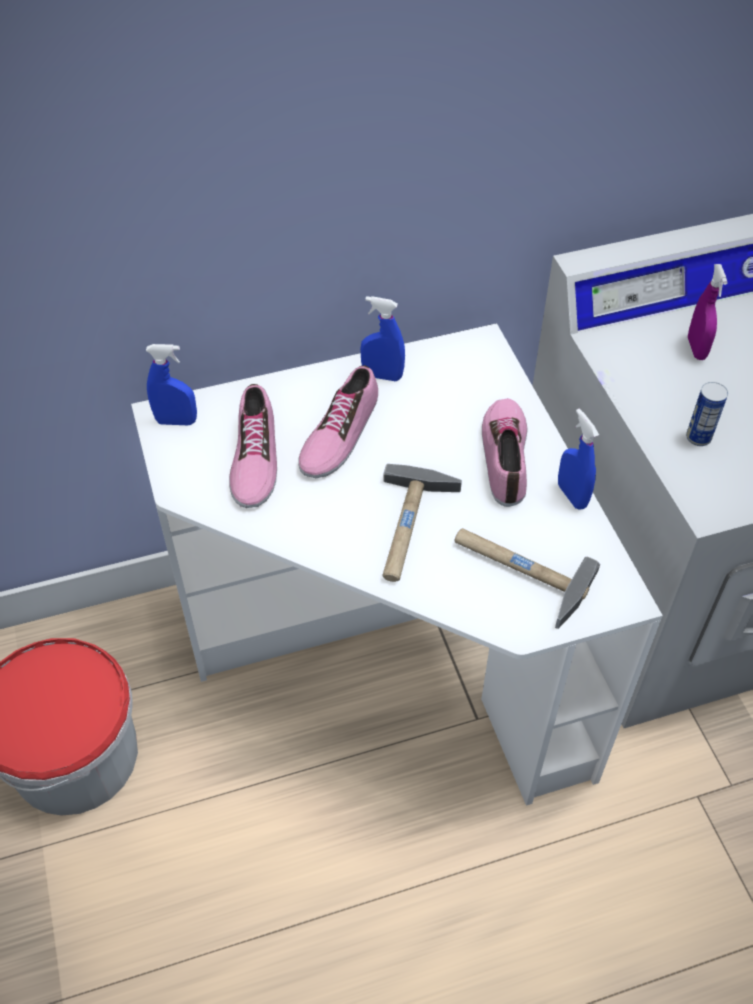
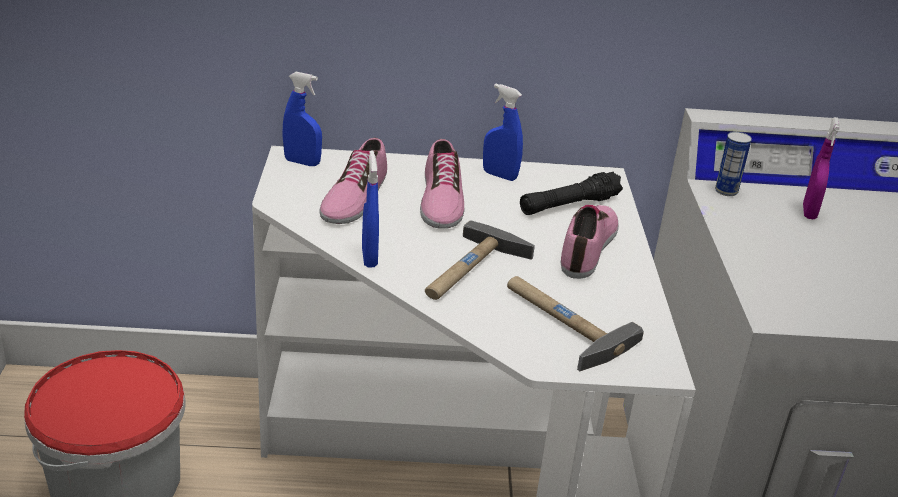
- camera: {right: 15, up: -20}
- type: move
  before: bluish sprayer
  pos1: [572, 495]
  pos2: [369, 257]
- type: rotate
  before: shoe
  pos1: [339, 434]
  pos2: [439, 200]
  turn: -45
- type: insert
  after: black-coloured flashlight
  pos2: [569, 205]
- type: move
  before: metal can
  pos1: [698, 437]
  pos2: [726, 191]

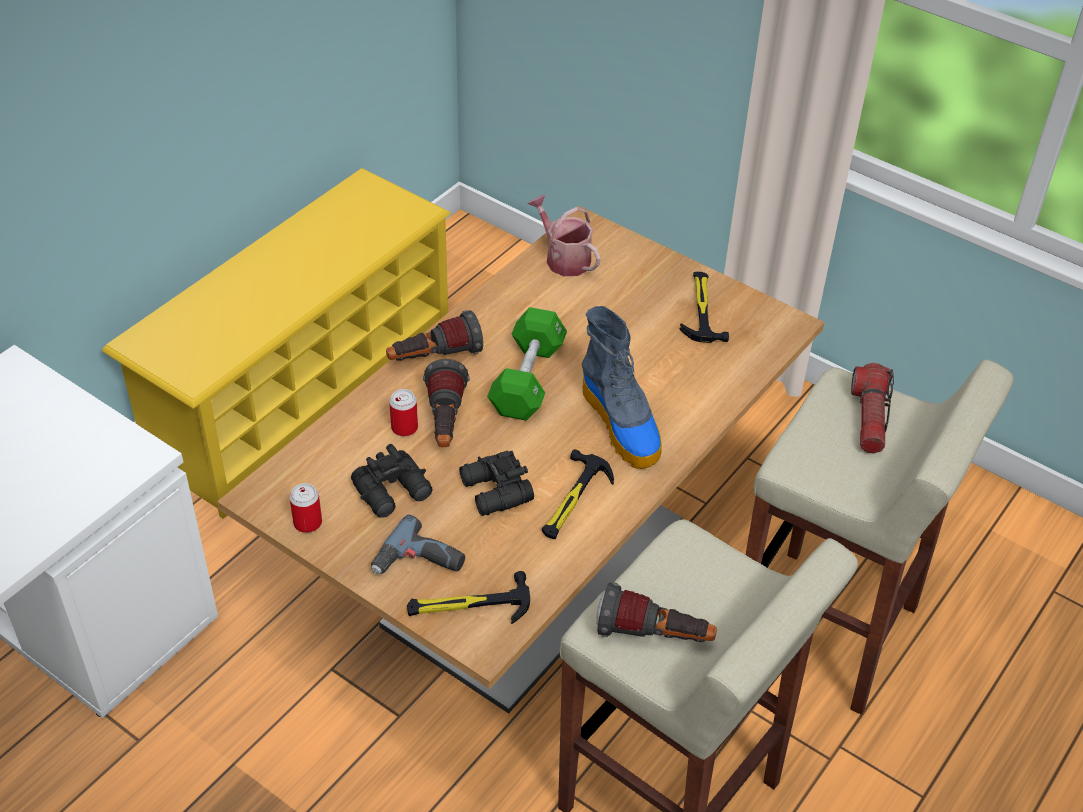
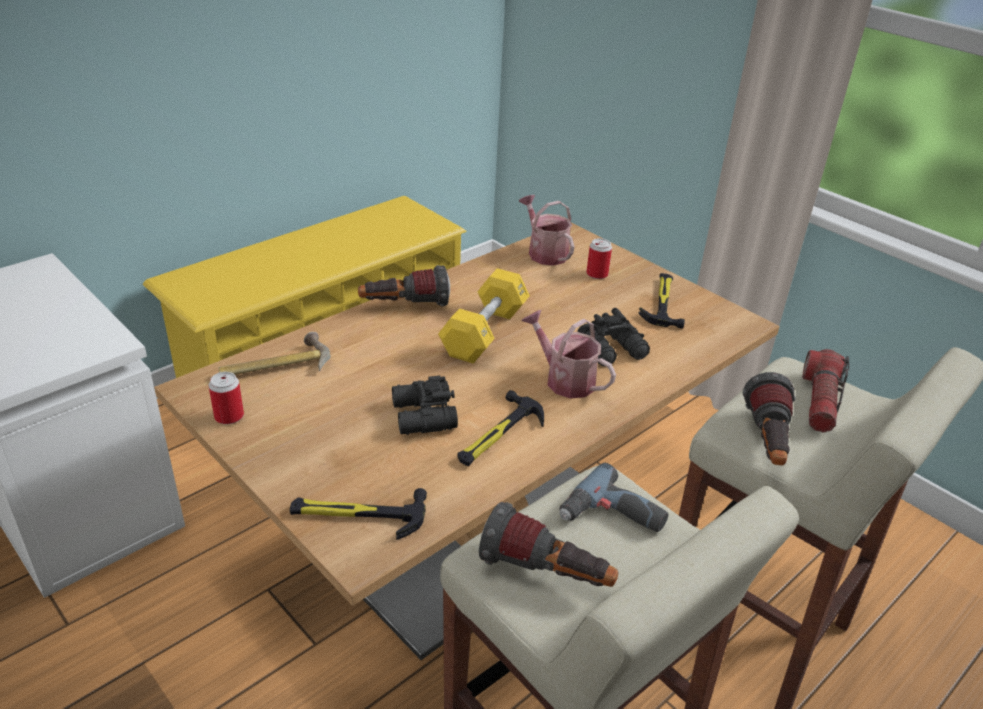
- camera: {right: 10, up: -10}
- type: insert
  after: hand hammer
  pos2: [275, 365]
- type: recolor
  before: green-coloured free weight
  after: yellow-coloured free weight
  pos1: [527, 379]
  pos2: [484, 332]
- type: replace
  before: boot
  after: watering pot
  pos1: [621, 425]
  pos2: [564, 379]
- type: move
  before: electric drill
  pos1: [419, 564]
  pos2: [612, 518]
- type: move
  before: black-coloured binoculars
  pos1: [394, 492]
  pos2: [613, 350]
- type: move
  before: metal can
  pos1: [404, 428]
  pos2: [597, 274]
- type: move
  before: flashlight
  pos1: [445, 423]
  pos2: [767, 443]

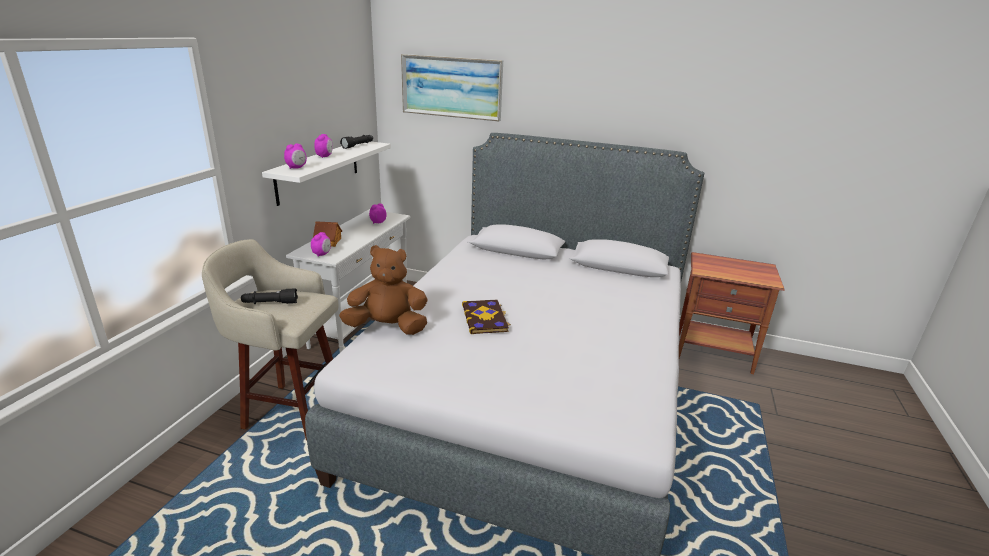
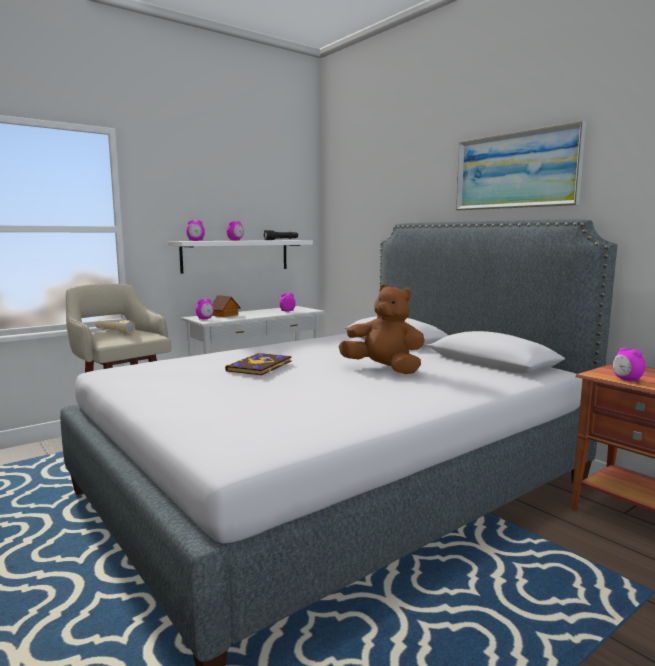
- camera: {right: 35, up: -15}
- type: recolor
  before: black-coloured flashlight
  after: sand-coloured flashlight
  pos1: [270, 303]
  pos2: [114, 332]
- type: move
  before: brown-coloured plush toy
  pos1: [388, 327]
  pos2: [384, 369]
- type: move
  before: wall picture
  pos1: [451, 87]
  pos2: [515, 170]
- type: insert
  after: alarm clock
  pos2: [626, 380]

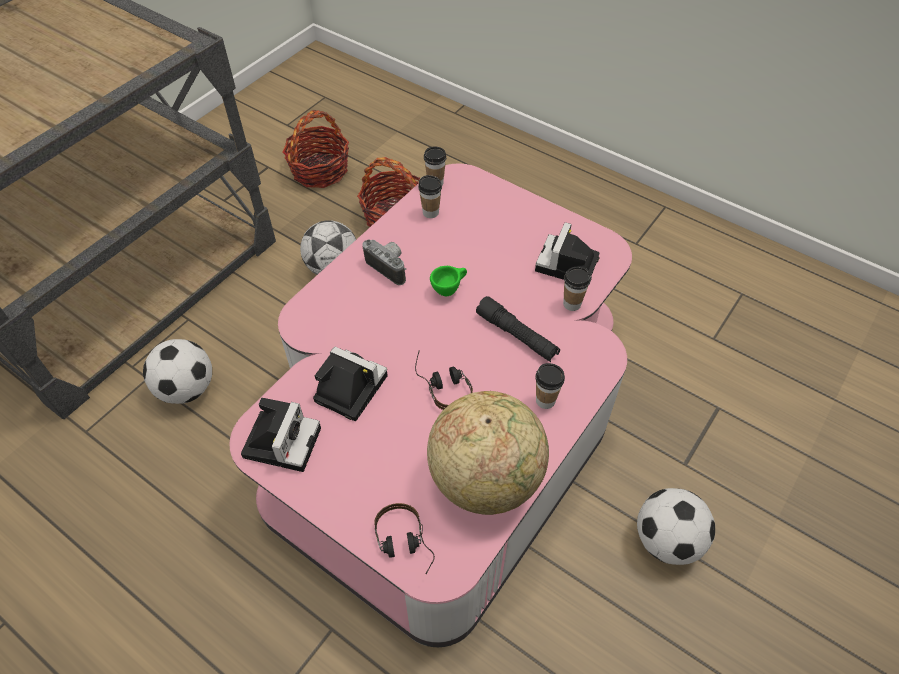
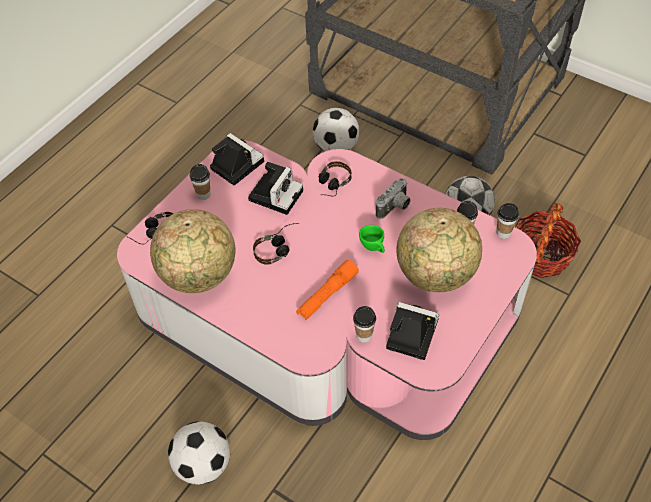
- camera: {right: 90, up: 0}
- type: move
  before: cup
  pos1: [545, 400]
  pos2: [203, 194]
- type: rotate
  before: still camera
  pos1: [282, 440]
  pos2: [235, 164]
  turn: -150
- type: recolor
  before: black-coloured flashlight
  after: orangey flashlight
  pos1: [517, 335]
  pos2: [327, 295]
- type: insert
  after: headset
  pos2: [331, 185]
- type: insert
  after: world globe
  pos2: [436, 274]
- type: delete
  before: storage basket
  pos1: [320, 170]

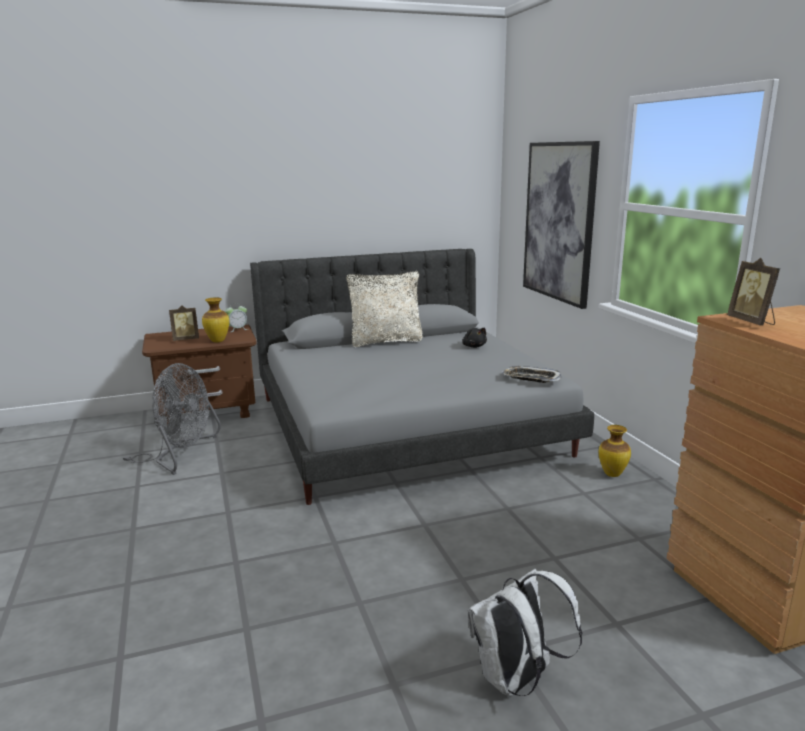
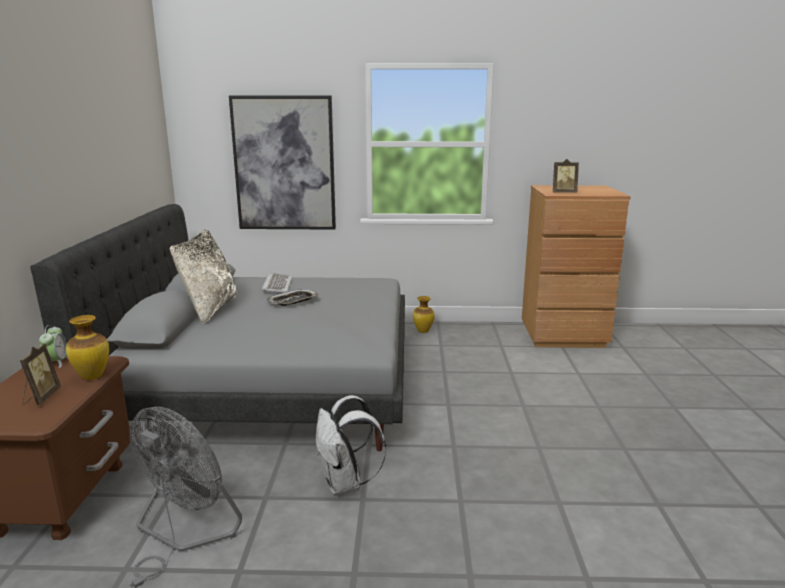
- camera: {right: -70, up: 0}
- type: replace
  before: black-coloured plush toy
  after: PC keyboard
  pos1: [473, 346]
  pos2: [277, 285]
- type: move
  before: tray
  pos1: [531, 378]
  pos2: [293, 301]
- type: move
  before: whitish rucksack
  pos1: [516, 680]
  pos2: [345, 484]

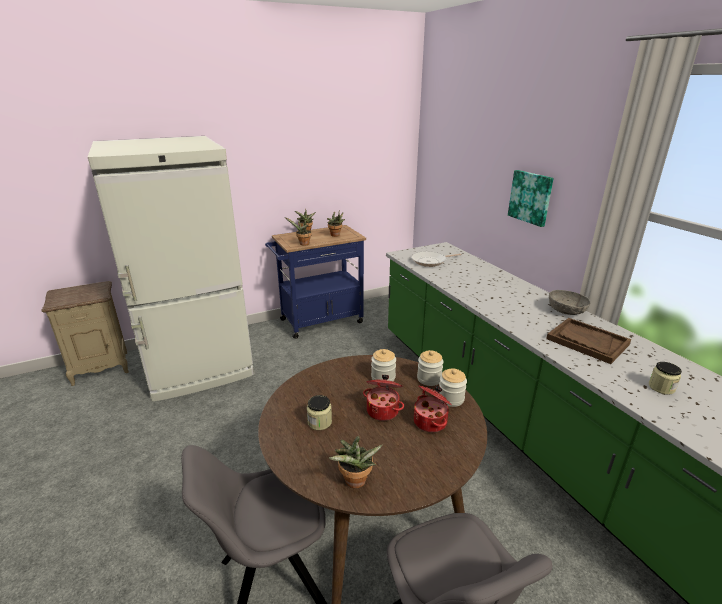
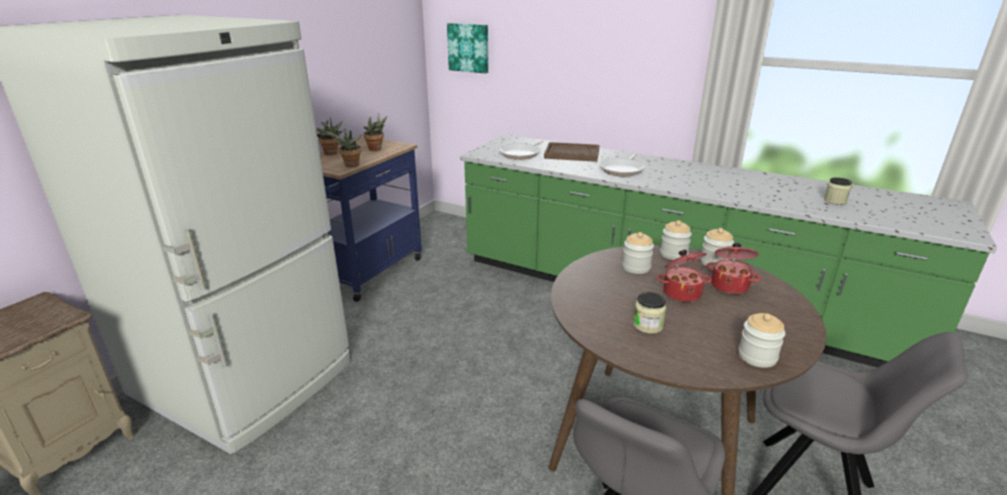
- camera: {right: -35, up: 0}
- type: move
  before: wall picture
  pos1: [531, 197]
  pos2: [469, 48]
- type: move
  before: brown-coloured tray
  pos1: [587, 341]
  pos2: [572, 154]
- type: insert
  after: pan
  pos2: [622, 170]
- type: replace
  before: houseplant
  after: preserve jar
  pos1: [355, 483]
  pos2: [757, 356]
- type: delete
  before: gray deep dish
  pos1: [566, 311]

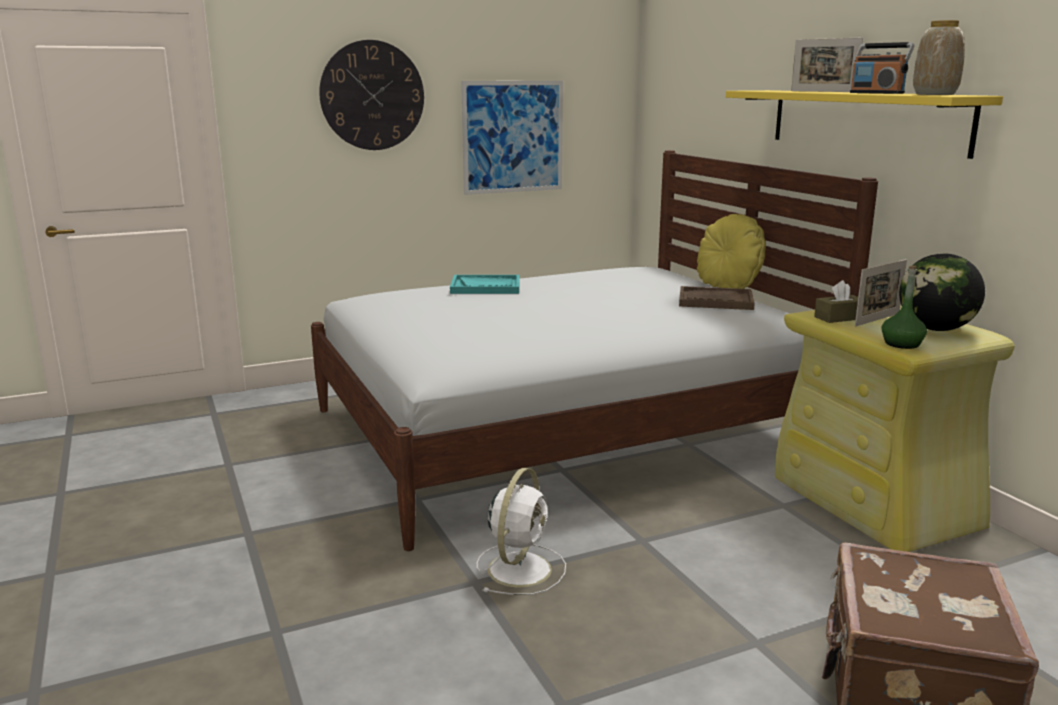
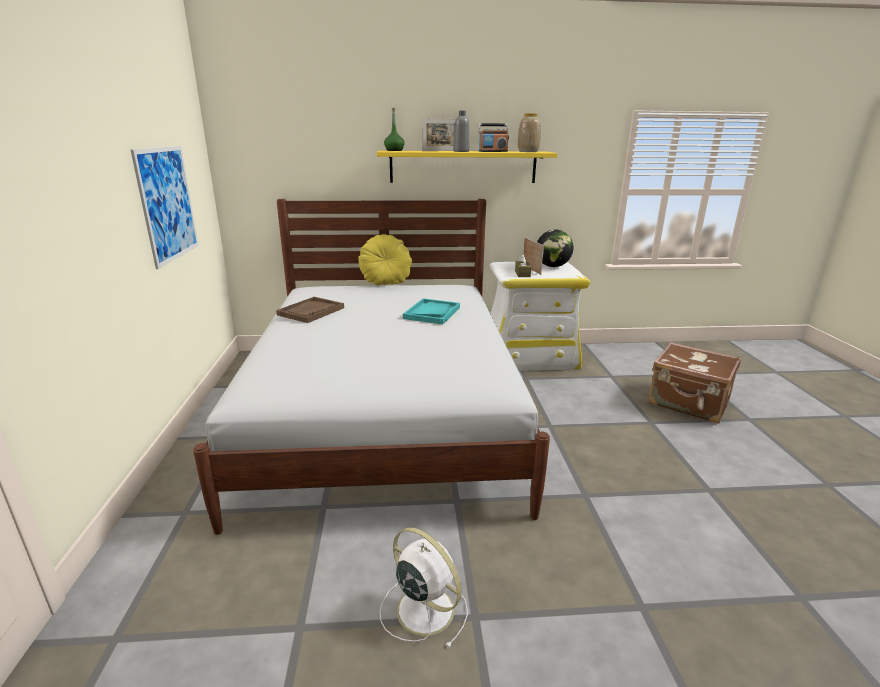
- camera: {right: -70, up: 5}
- type: move
  before: brown-coloured tray
  pos1: [715, 301]
  pos2: [311, 311]
- type: move
  before: whitish fan
  pos1: [520, 568]
  pos2: [423, 608]
- type: move
  before: green-coloured beverage bottle
  pos1: [901, 344]
  pos2: [394, 150]
- type: move
  before: turquoise tray
  pos1: [486, 287]
  pos2: [432, 313]
- type: insert
  after: gray beverage bottle
  pos2: [461, 151]
- type: recolor
  before: yellow-coloured night table
  after: whitish night table
  pos1: [874, 502]
  pos2: [532, 358]
- type: delete
  before: hanging clock
  pos1: [372, 95]

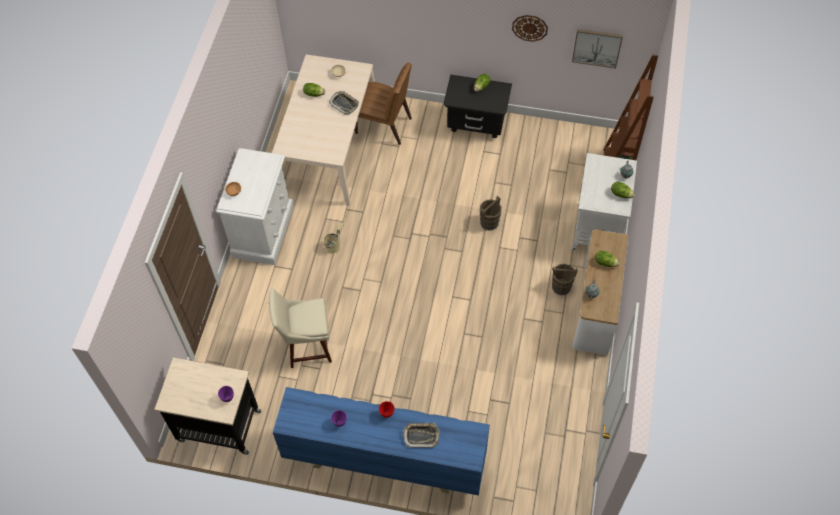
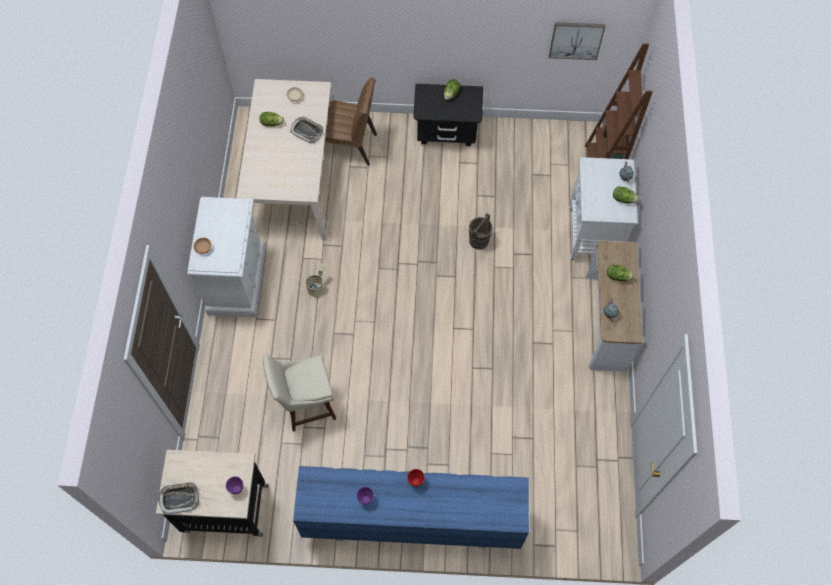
- camera: {right: -10, up: 5}
- type: move
  before: tray
  pos1: [421, 436]
  pos2: [179, 498]
- type: delete
  before: hanging clock
  pos1: [530, 27]
- type: delete
  before: brown-coloured bucket
  pos1: [561, 287]

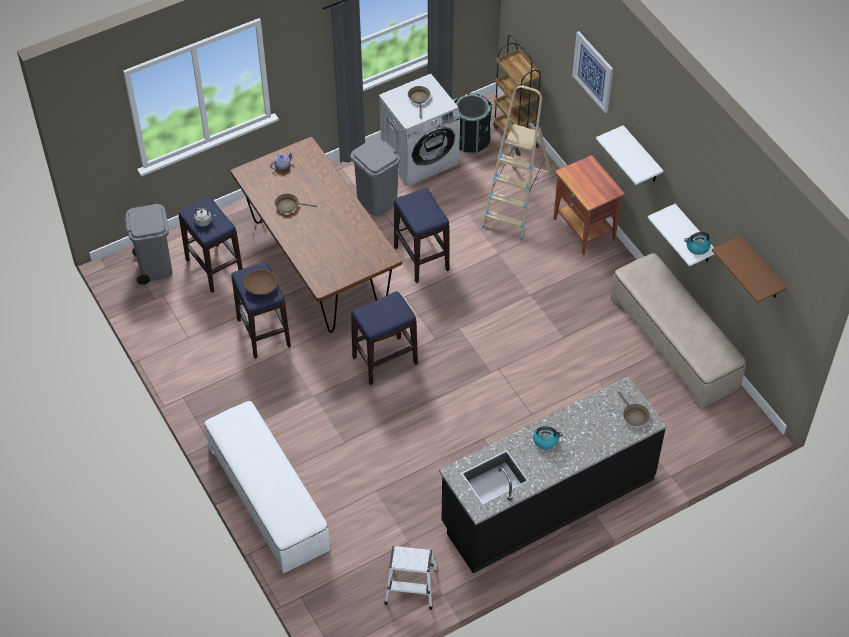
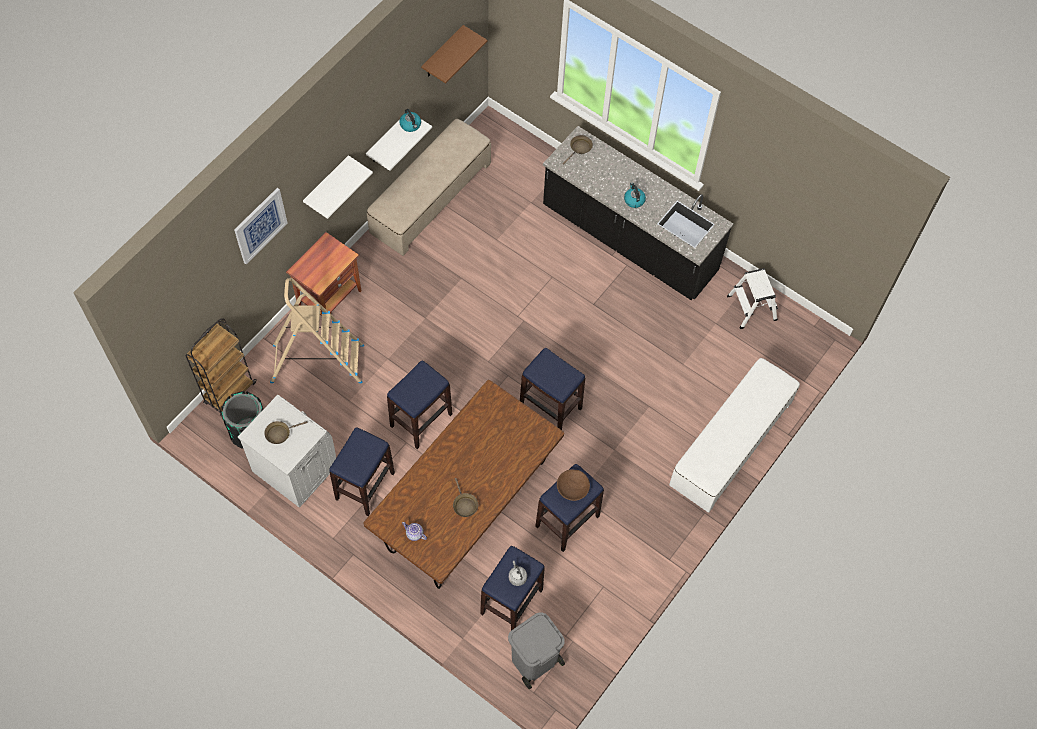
- camera: {right: -115, up: 10}
- type: replace
  before: gray trash can
  after: sitting stool
  pos1: [377, 202]
  pos2: [365, 486]

